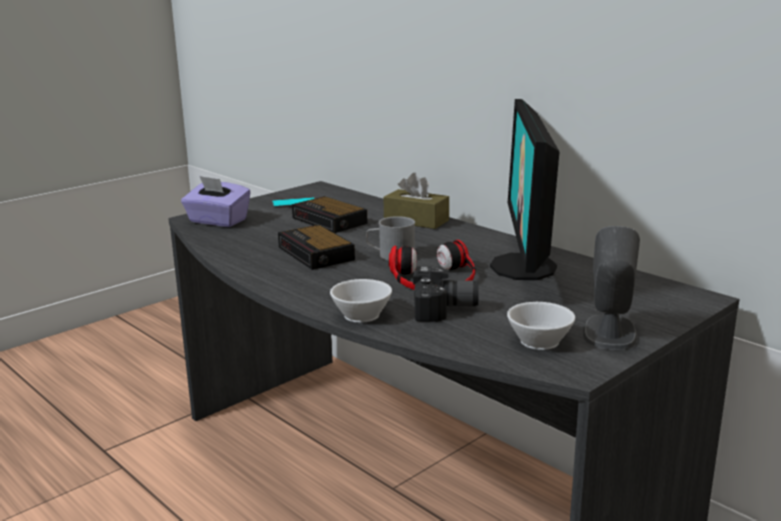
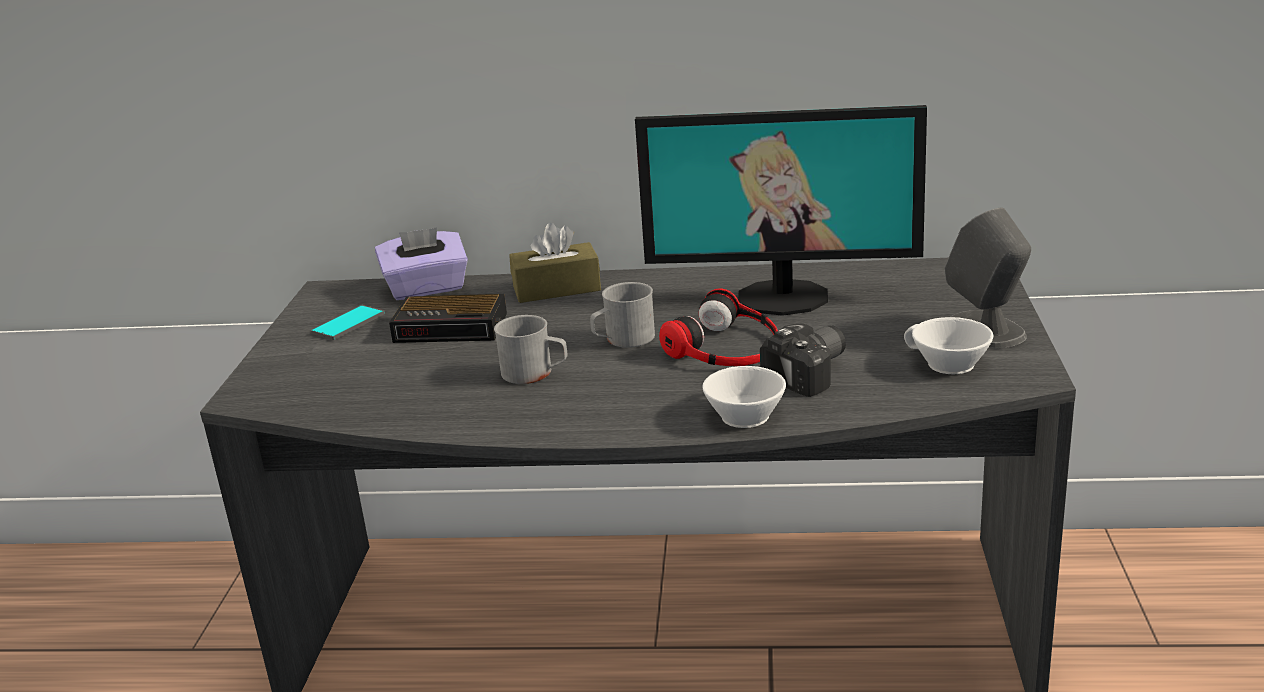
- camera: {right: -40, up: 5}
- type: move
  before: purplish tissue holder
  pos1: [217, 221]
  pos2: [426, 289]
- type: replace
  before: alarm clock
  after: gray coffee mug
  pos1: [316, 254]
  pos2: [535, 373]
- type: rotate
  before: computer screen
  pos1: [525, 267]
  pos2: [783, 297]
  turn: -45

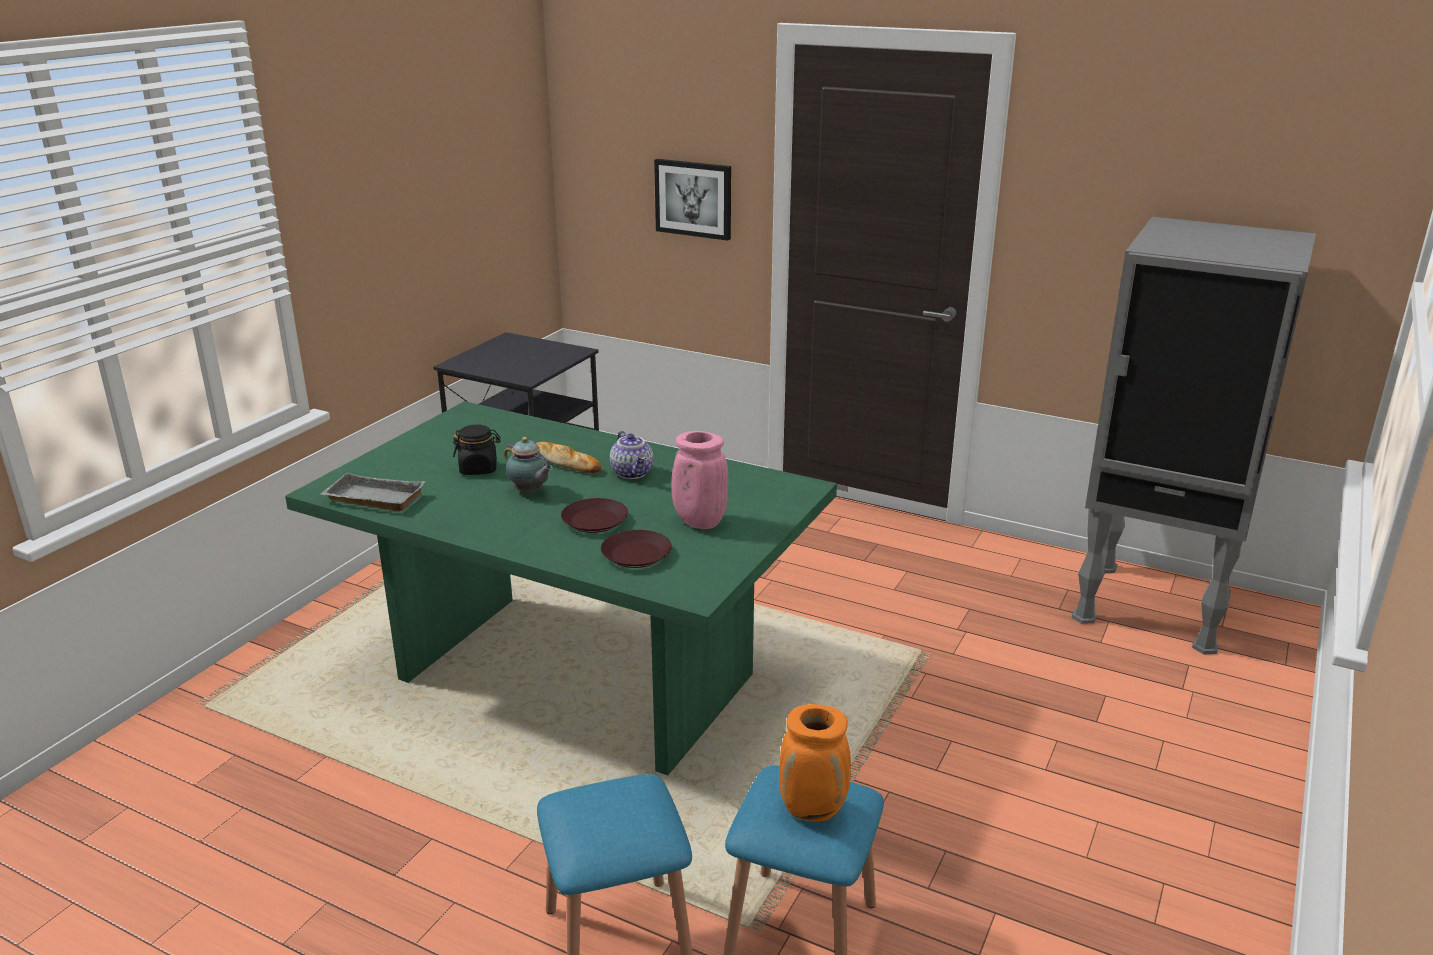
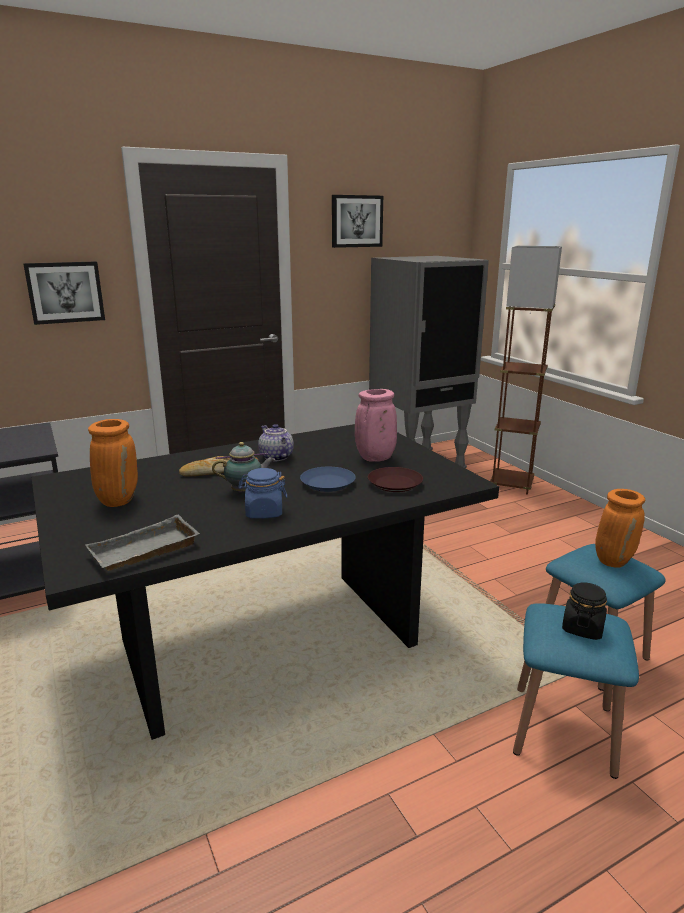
- camera: {right: -55, up: -5}
- type: recolor
  before: green-coloured dinner table
  after: black-coloured dinner table
  pos1: [573, 678]
  pos2: [268, 645]
- type: insert
  after: orangey flower vase
  pos2: [118, 500]
- type: insert
  after: bluish preserve jar
  pos2: [264, 512]
- type: rotate
  before: pot for tea
  pos1: [633, 473]
  pos2: [275, 457]
  turn: -135
- type: recolor
  before: brown-coloured dinner plate
  after: bluish dinner plate
  pos1: [594, 521]
  pos2: [327, 483]
- type: insert
  after: wall picture
  pos2: [356, 221]
- type: insert
  after: brown-coloured floor lamp
  pos2: [511, 485]
- type: move
  before: black-coloured preserve jar
  pos1: [479, 469]
  pos2: [582, 628]

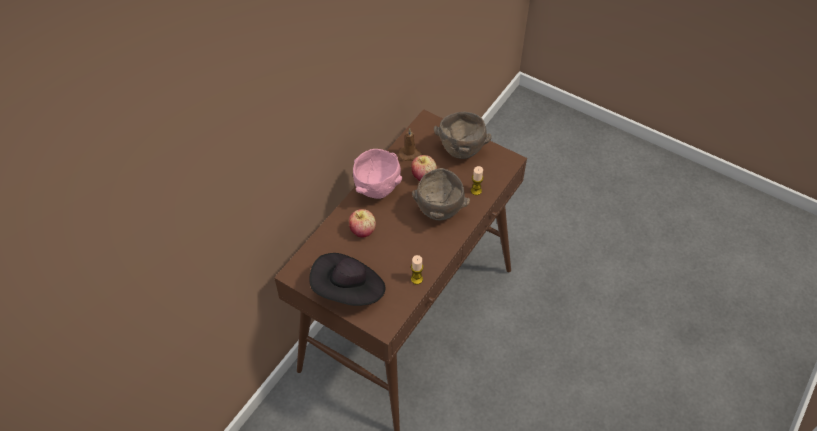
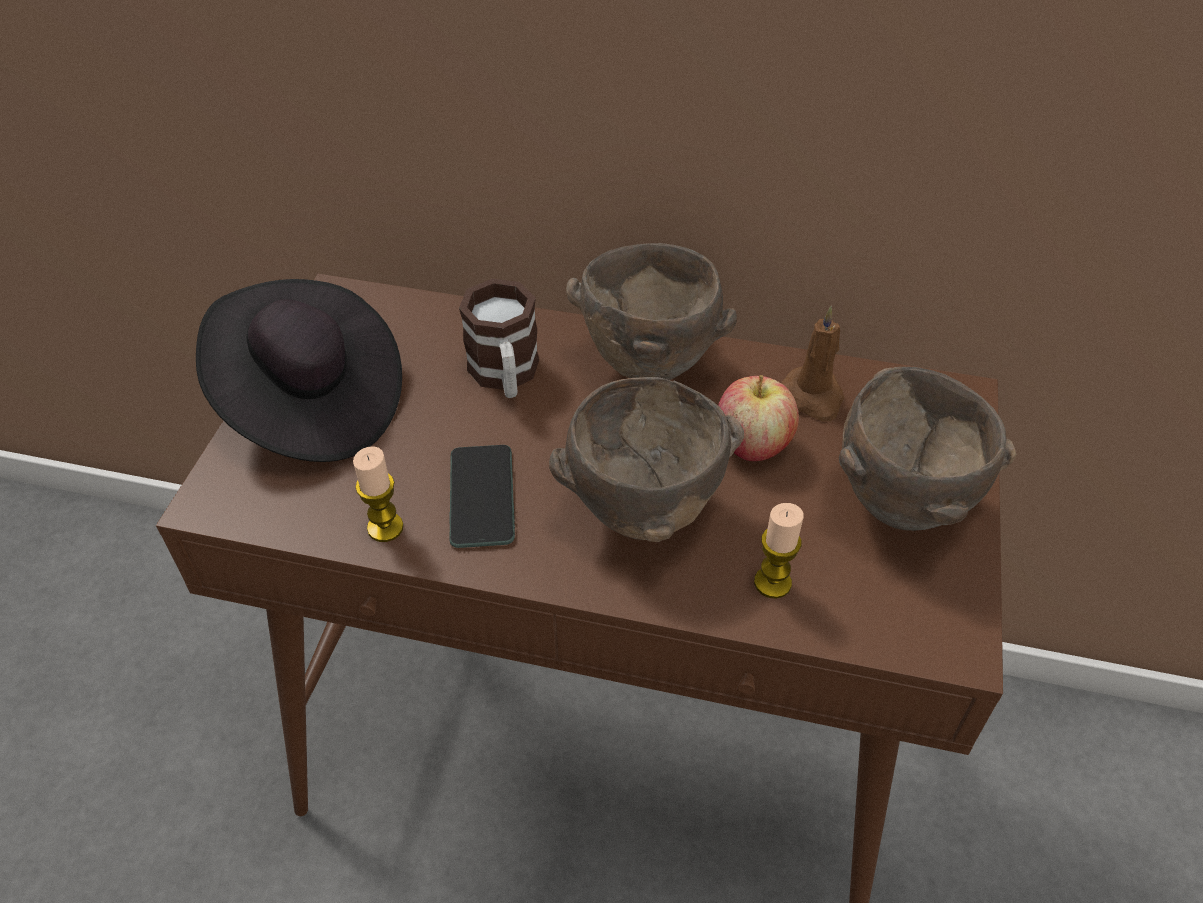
- camera: {right: 70, up: -5}
- type: insert
  after: telephone
  pos2: [482, 496]
- type: replace
  before: whole apple
  after: coffee mug
  pos1: [362, 231]
  pos2: [505, 376]
- type: recolor
  before: pink deep dish
  after: brown-coloured deep dish
  pos1: [377, 190]
  pos2: [652, 366]

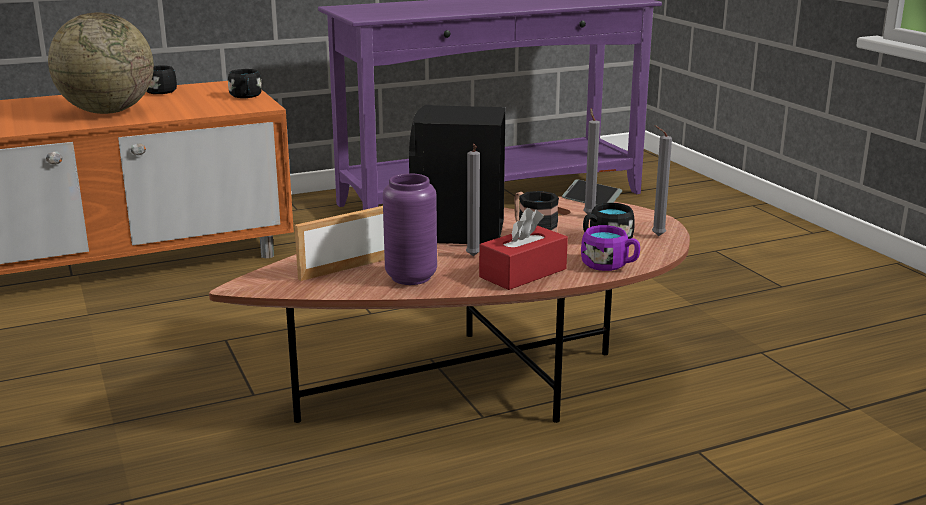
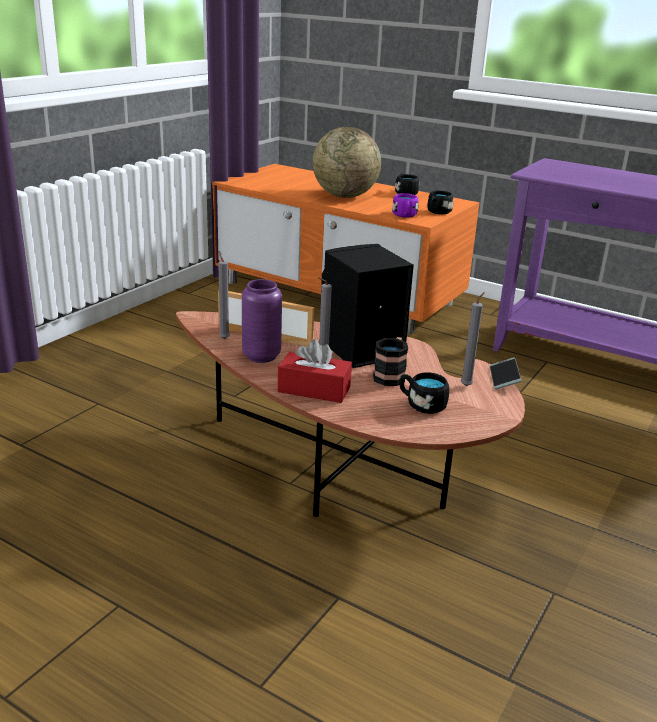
- camera: {right: 55, up: 5}
- type: move
  before: gray wax light
  pos1: [656, 236]
  pos2: [224, 338]
- type: move
  before: purplish coffee mug
  pos1: [610, 265]
  pos2: [404, 216]

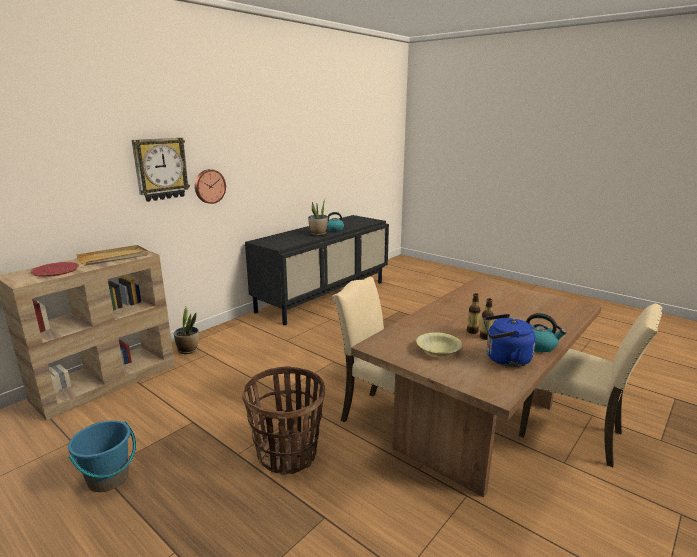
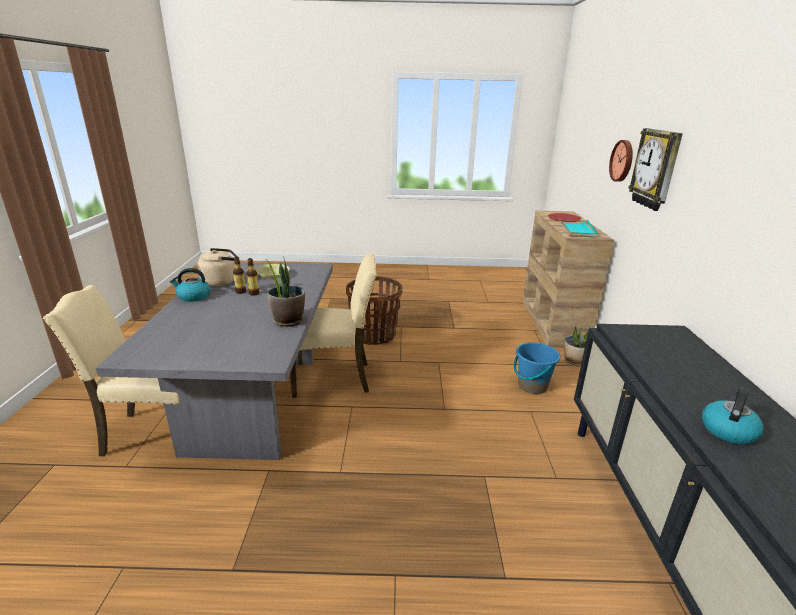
- camera: {right: 140, up: 5}
- type: recolor
  before: brown-coloured dinner table
  after: gray dinner table
  pos1: [476, 425]
  pos2: [255, 403]
- type: recolor
  before: bluish water kettle
  after: sand-coloured water kettle
  pos1: [505, 359]
  pos2: [221, 281]
- type: move
  before: houseplant
  pos1: [318, 234]
  pos2: [288, 321]
- type: move
  before: bluish bucket
  pos1: [109, 479]
  pos2: [532, 386]
- type: recolor
  before: sand-coloured tray
  after: turquoise tray
  pos1: [114, 257]
  pos2: [577, 230]
- type: move
  before: hanging clock
  pos1: [209, 186]
  pos2: [623, 161]

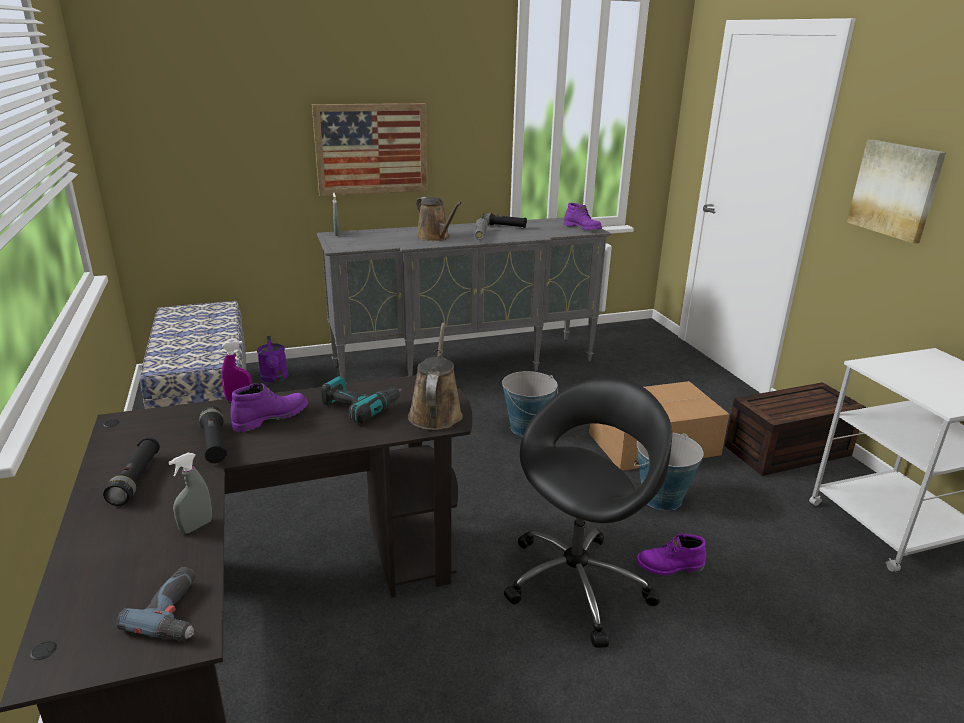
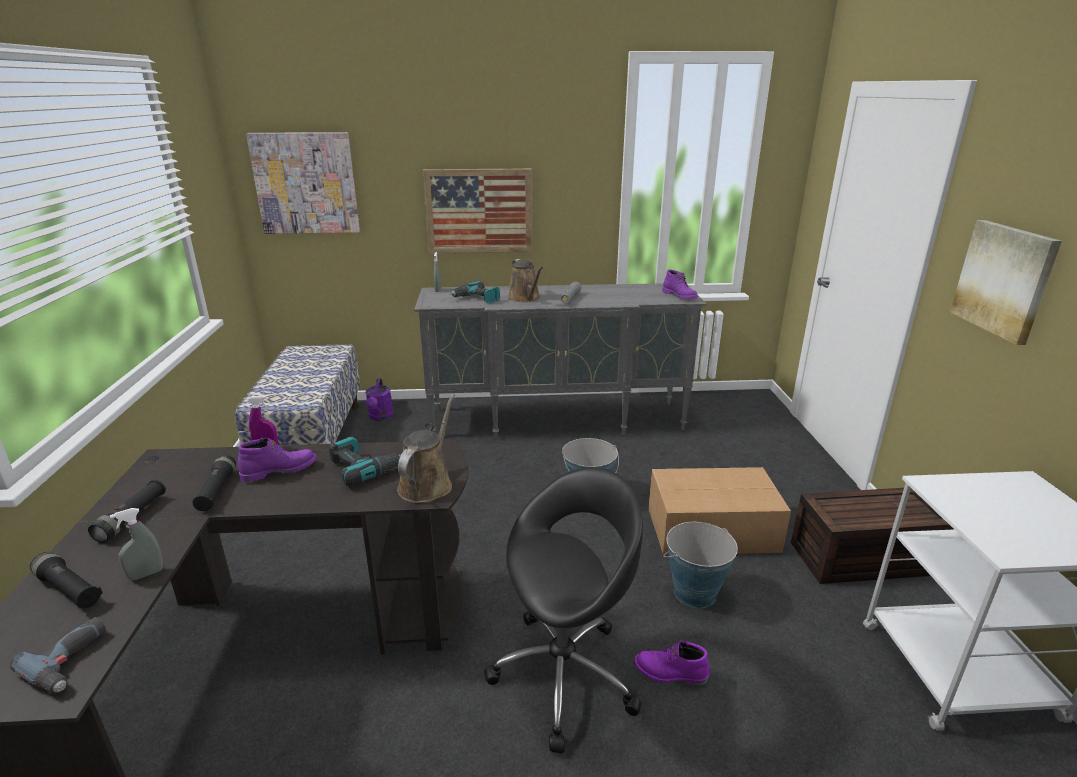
- camera: {right: 15, up: 0}
- type: move
  before: black-coloured flashlight
  pos1: [504, 226]
  pos2: [69, 589]
- type: insert
  after: wall picture
  pos2: [306, 183]
- type: insert
  after: electric drill
  pos2: [476, 299]

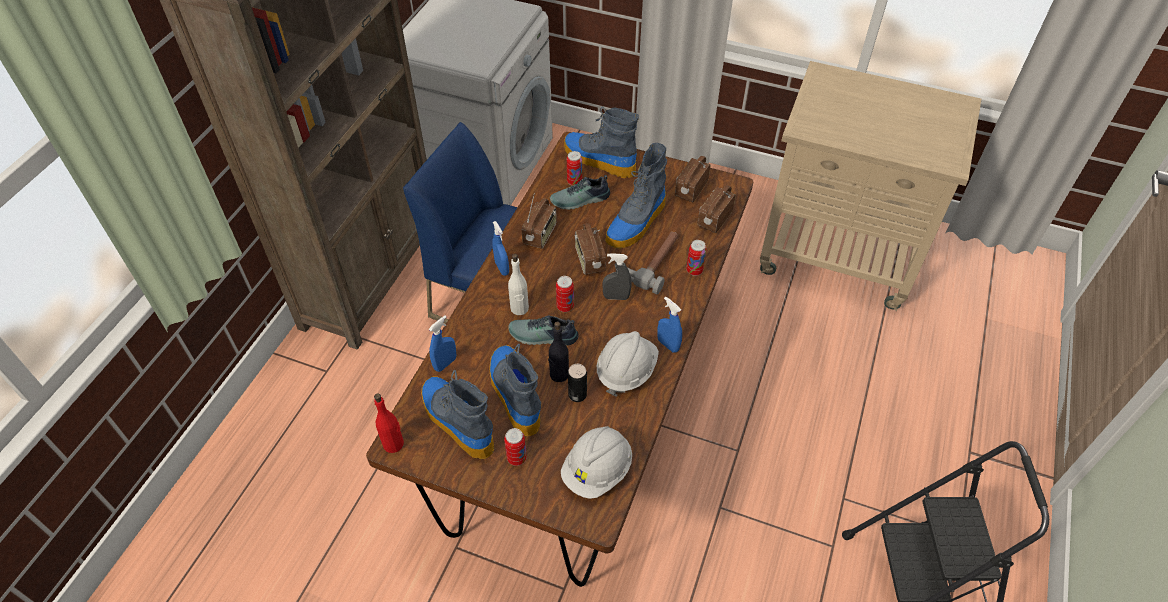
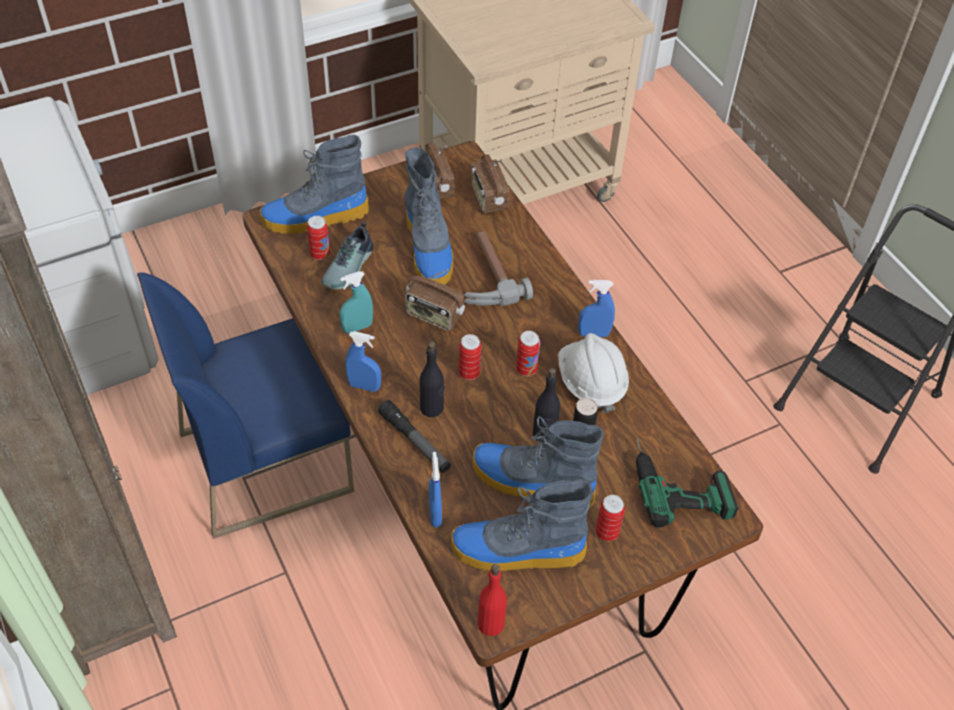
- camera: {right: -50, up: 0}
- type: replace
  before: radio set
  after: turquoise sprayer
  pos1: [540, 235]
  pos2: [357, 327]
- type: insert
  after: flashlight
  pos2: [414, 441]
- type: recolor
  before: whitish beverage bottle
  after: black-coloured beverage bottle
  pos1: [519, 308]
  pos2: [432, 408]
- type: move
  before: metal can
  pos1: [694, 270]
  pos2: [526, 369]
- type: replace
  before: whitish work helmet
  after: electric drill
  pos1: [597, 471]
  pos2: [678, 481]
- type: delete
  before: shoe
  pos1: [543, 337]
- type: delete
  before: gray sprayer
  pos1: [616, 297]

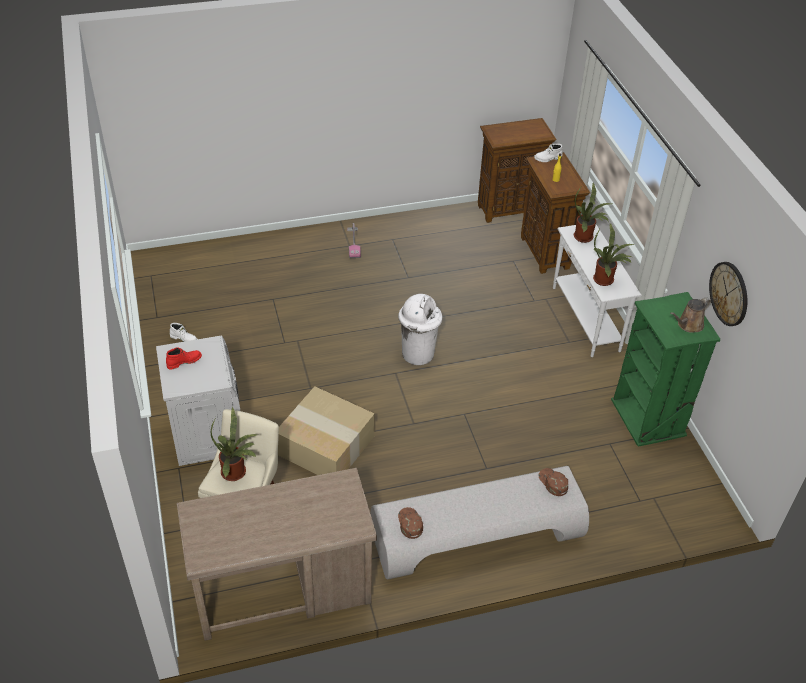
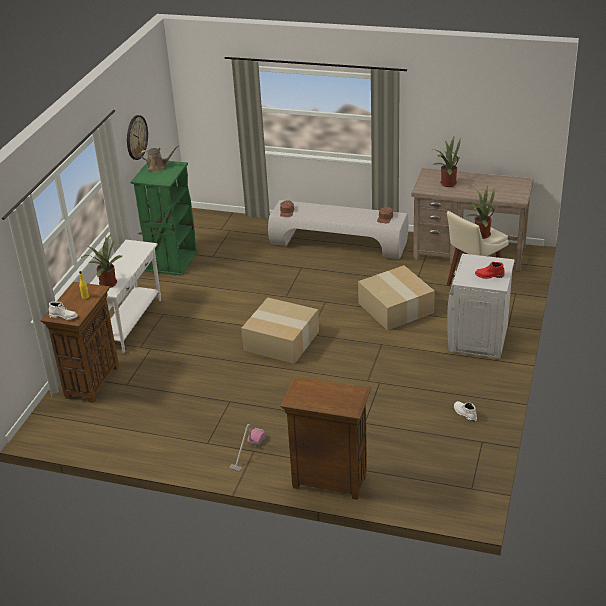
- camera: {right: -145, up: -10}
- type: replace
  before: whitish trash can
  after: carton
  pos1: [418, 353]
  pos2: [280, 341]
- type: move
  before: brown-coloured storage cabinet
  pos1: [508, 209]
  pos2: [328, 482]
- type: move
  before: houseplant
  pos1: [605, 280]
  pos2: [446, 183]

